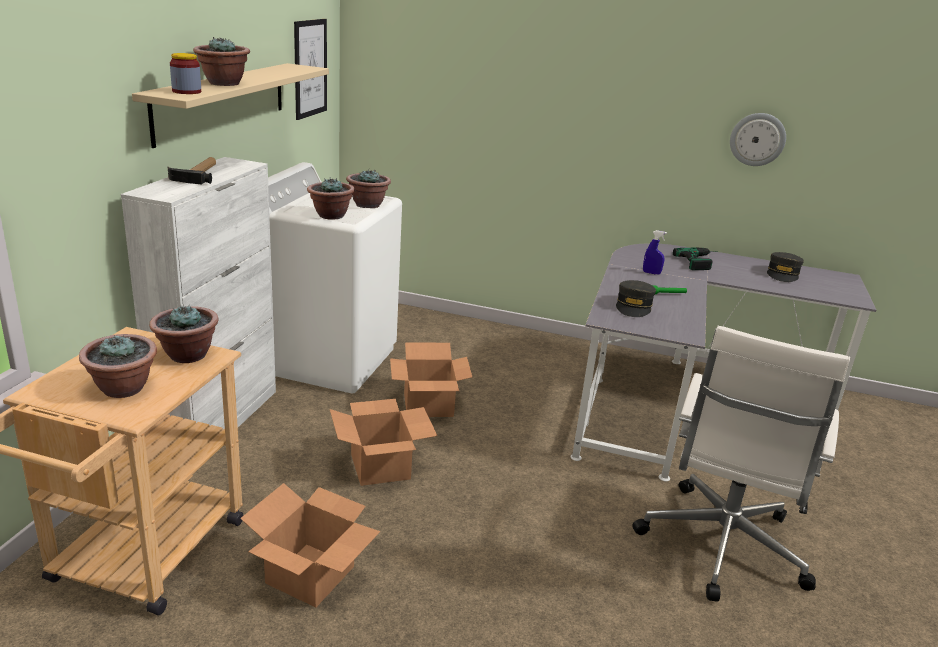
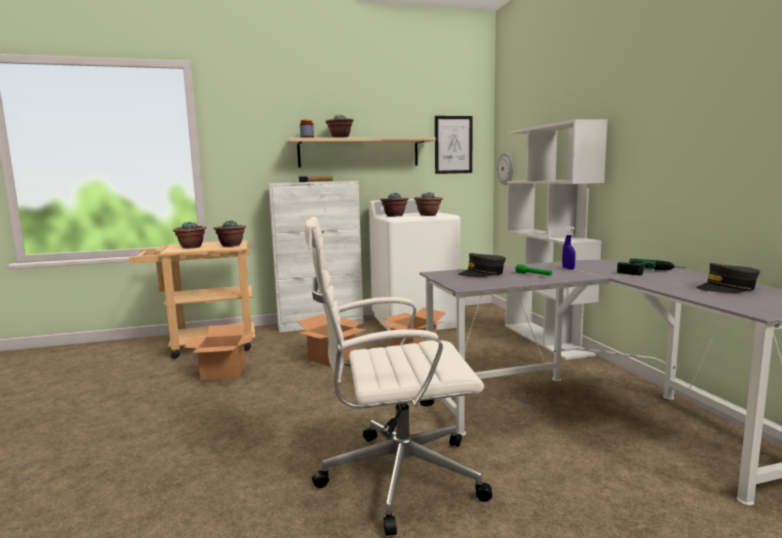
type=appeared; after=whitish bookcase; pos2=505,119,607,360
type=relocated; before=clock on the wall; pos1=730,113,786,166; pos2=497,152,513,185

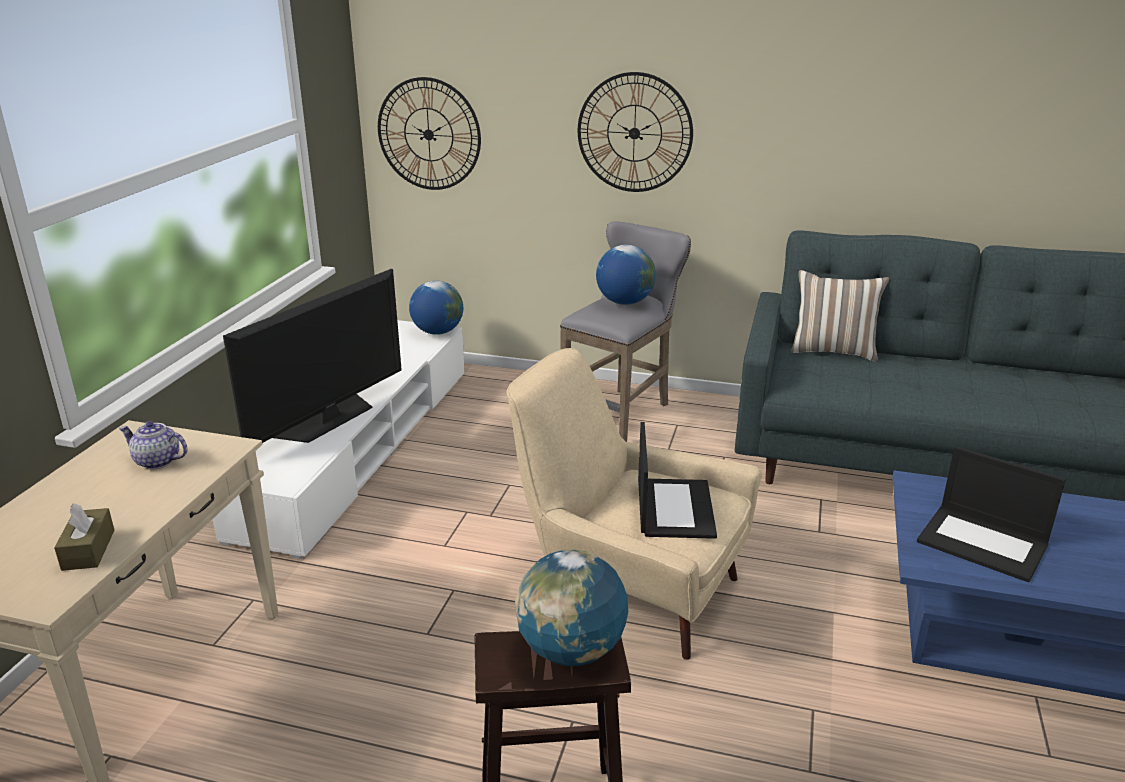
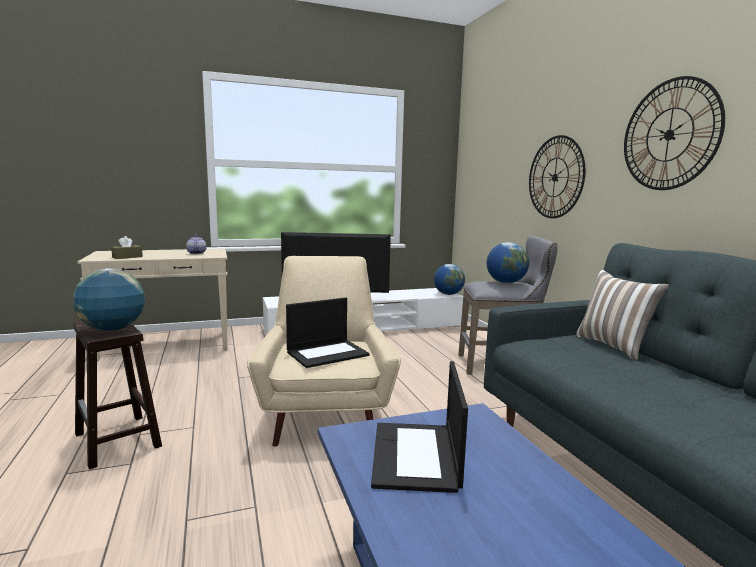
type=relocated; before=clock on the wall; pos1=378,77,481,190; pos2=624,76,725,190

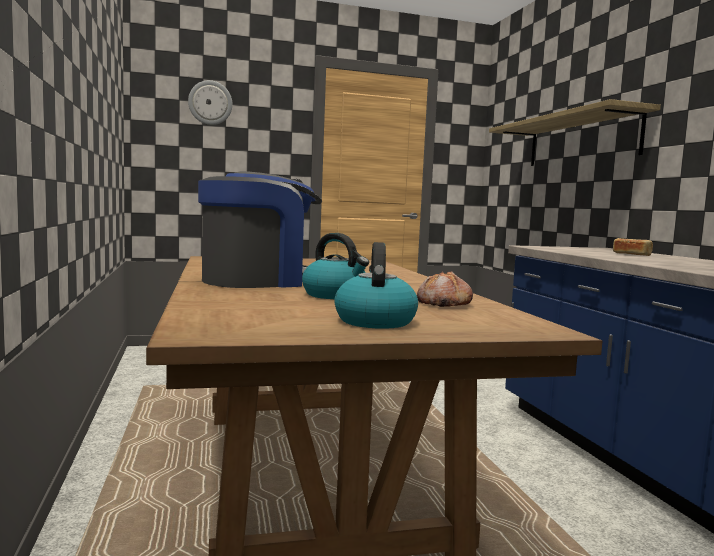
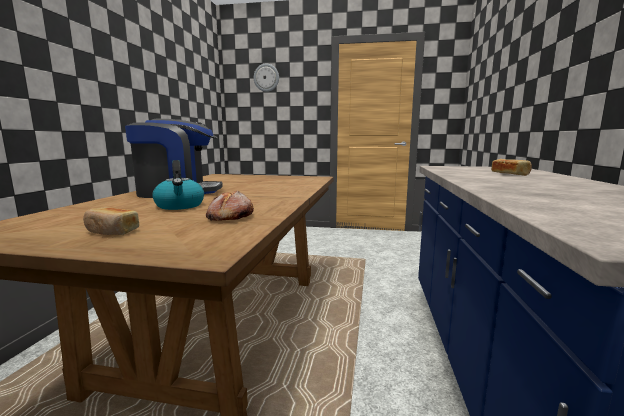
type=missing; before=bracket shelf; pos1=489,99,661,166
type=exchanged; before=water kettle; after=baked bread; pos1=334,242,418,329; pos2=83,207,139,235

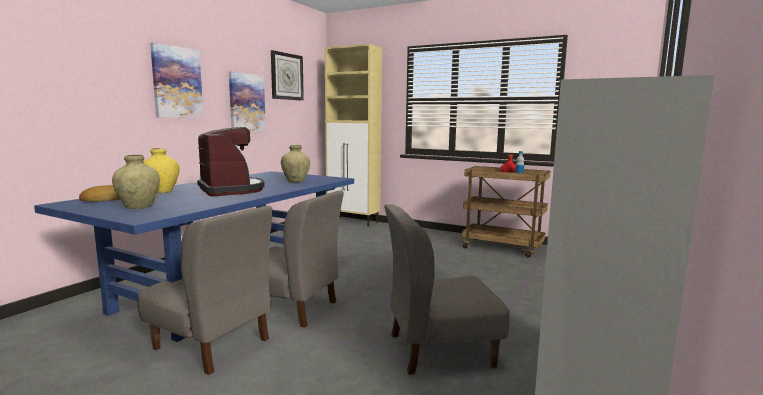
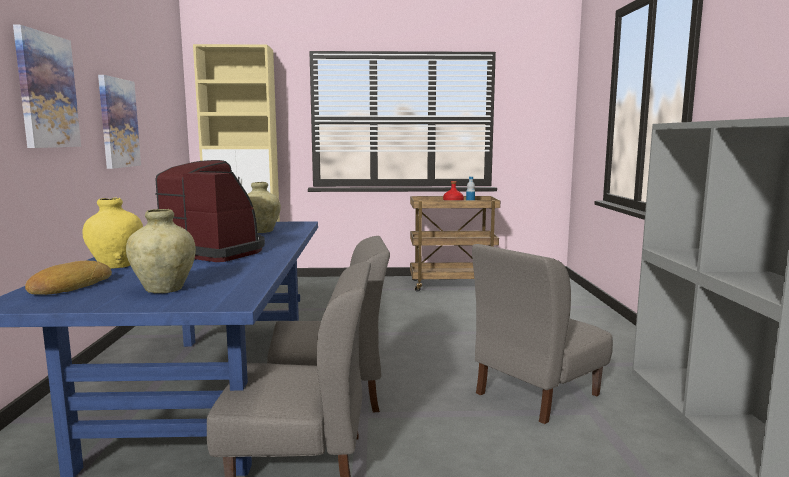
type=missing; before=clock on the wall; pos1=271,50,304,101

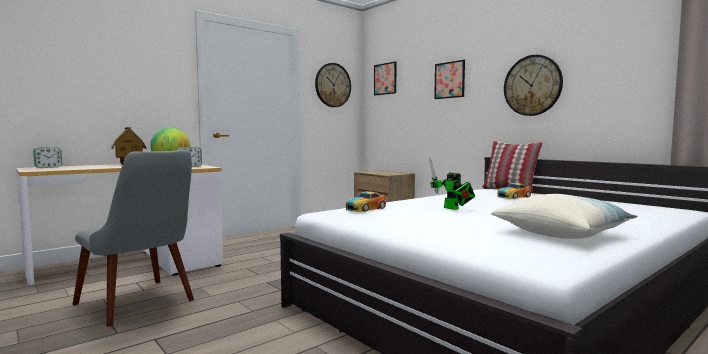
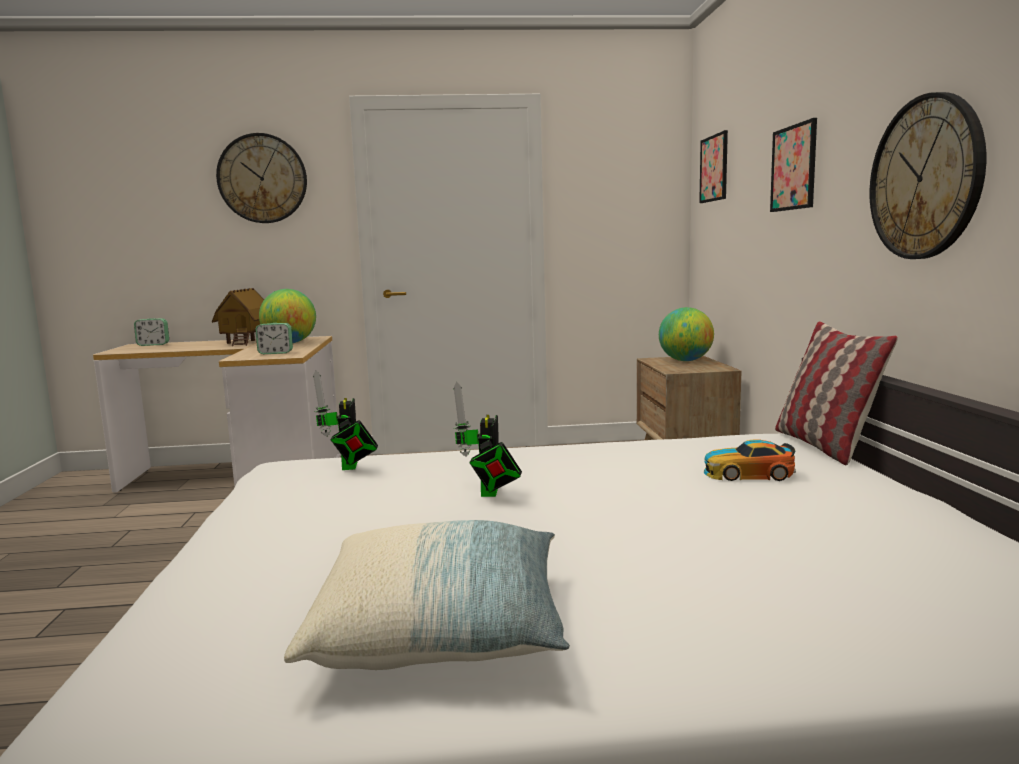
type=missing; before=grey upright chair; pos1=73,150,194,327
type=appeared; after=world globe; pos2=659,307,714,361
type=relocated; before=clock on the wall; pos1=315,63,351,107; pos2=216,133,307,223
type=exchanged; before=model car; after=toy robot; pos1=346,191,386,212; pos2=313,371,378,470

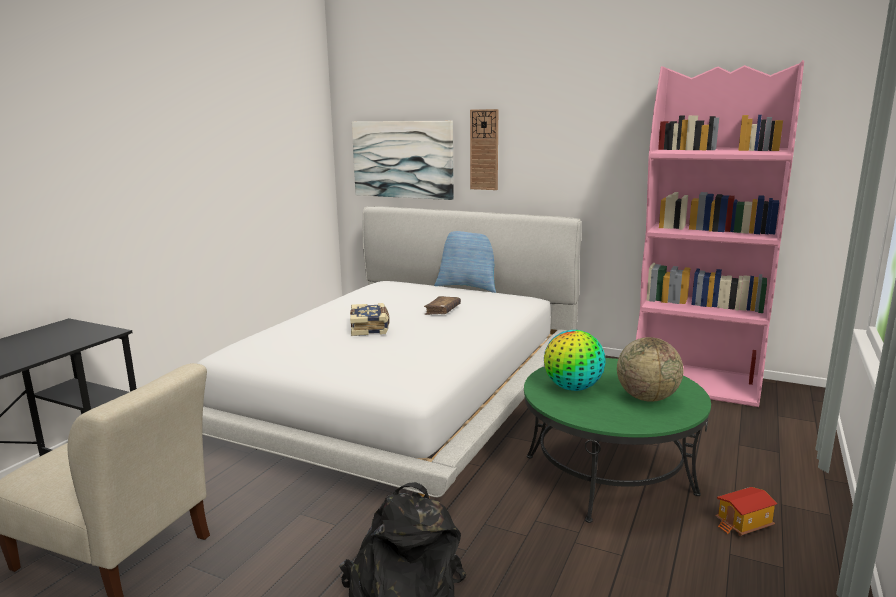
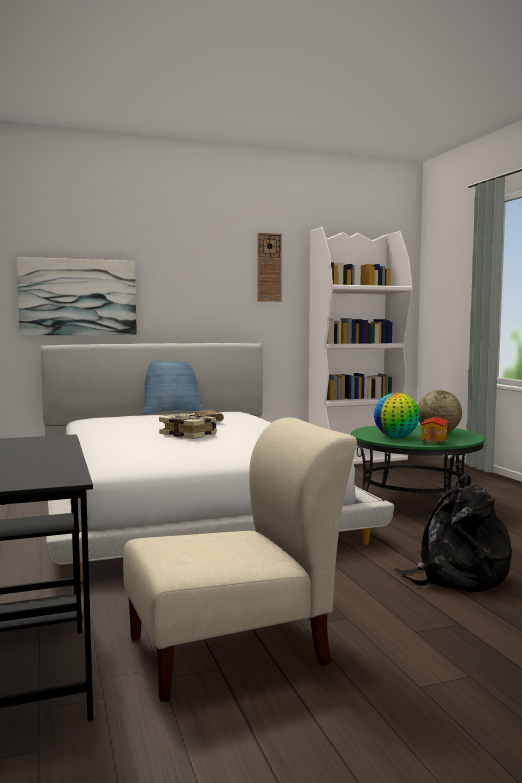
type=relocated; before=clock on the wall; pos1=470,109,498,190; pos2=257,233,282,302
type=relocated; before=toy house; pos1=716,487,778,536; pos2=420,417,448,445
type=colour; before=pink-coloured bookcase; after=whitish bookcase; pos1=636,60,804,407; pos2=309,227,413,464

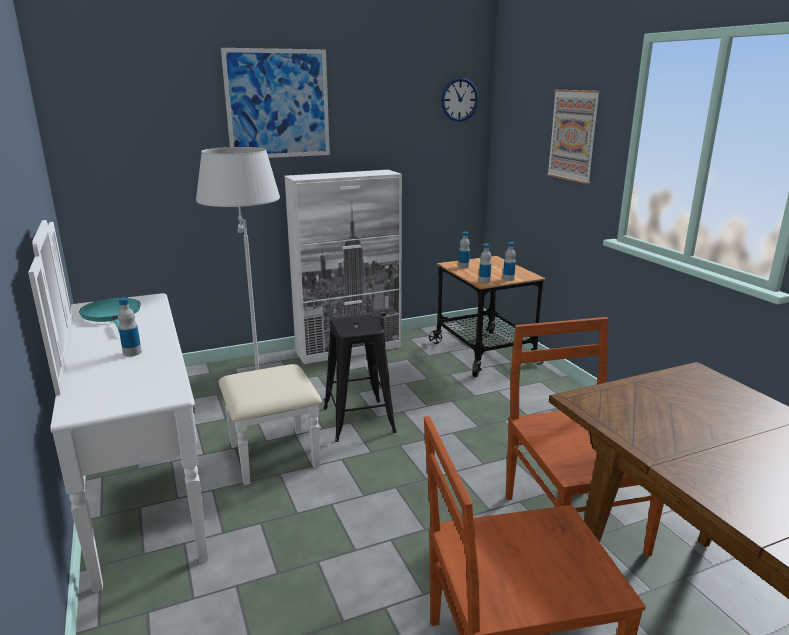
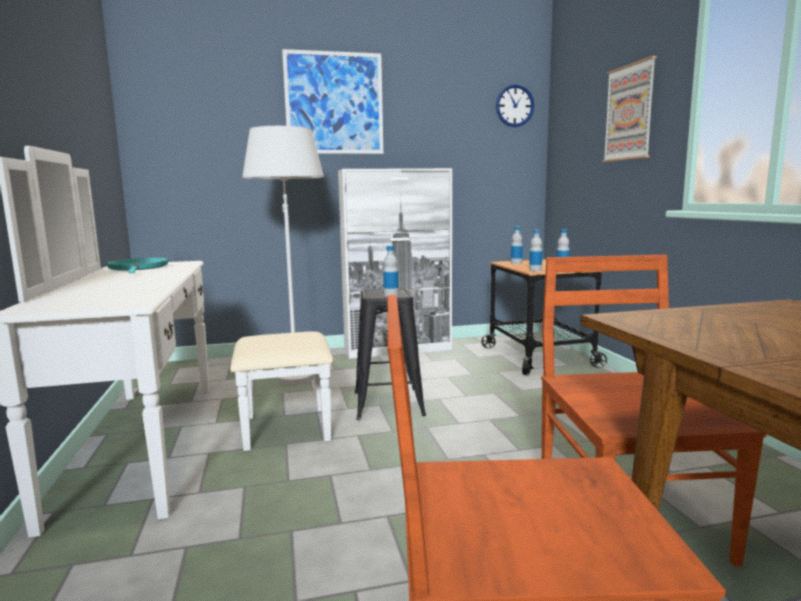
type=relocated; before=beverage bottle; pos1=118,297,142,356; pos2=383,246,399,296

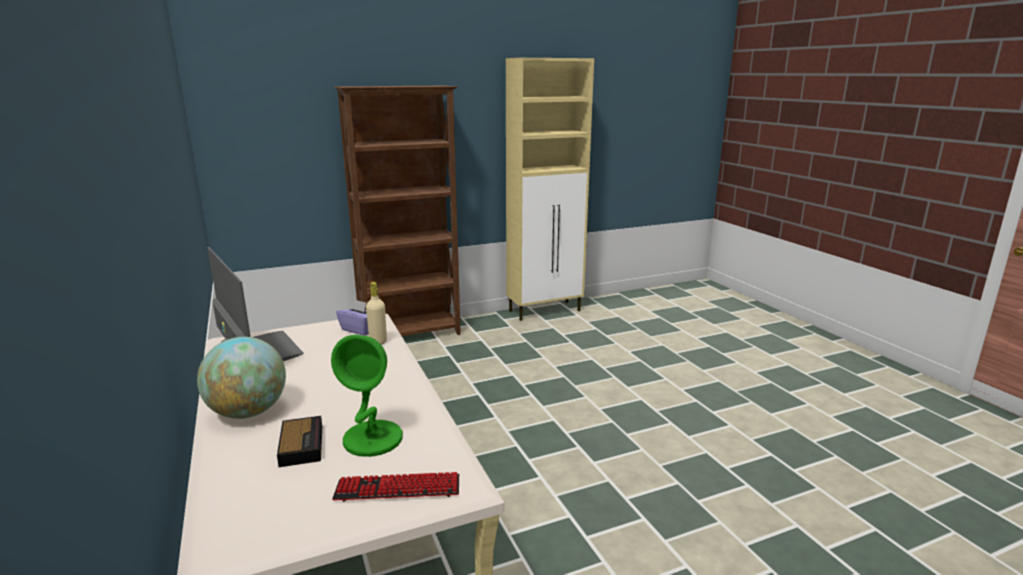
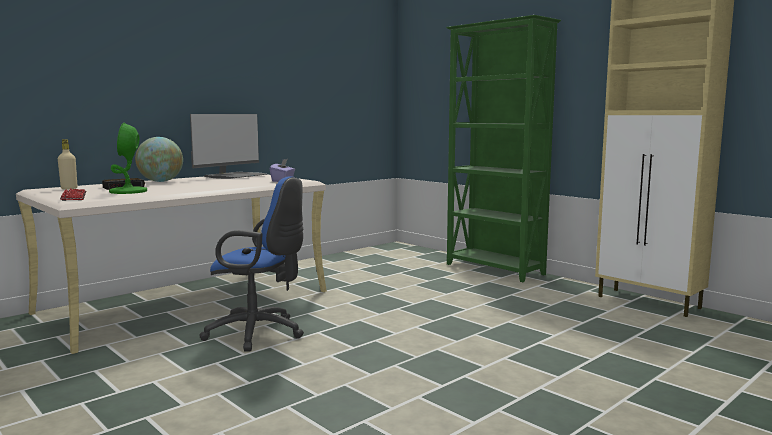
type=appeared; after=blue office chair; pos2=199,176,304,351
type=relocated; before=sand-coloured beverage bottle; pos1=366,282,387,345; pos2=58,139,77,190
type=colour; before=brown bookcase; after=greenish bookcase; pos1=333,86,461,336; pos2=446,15,561,282

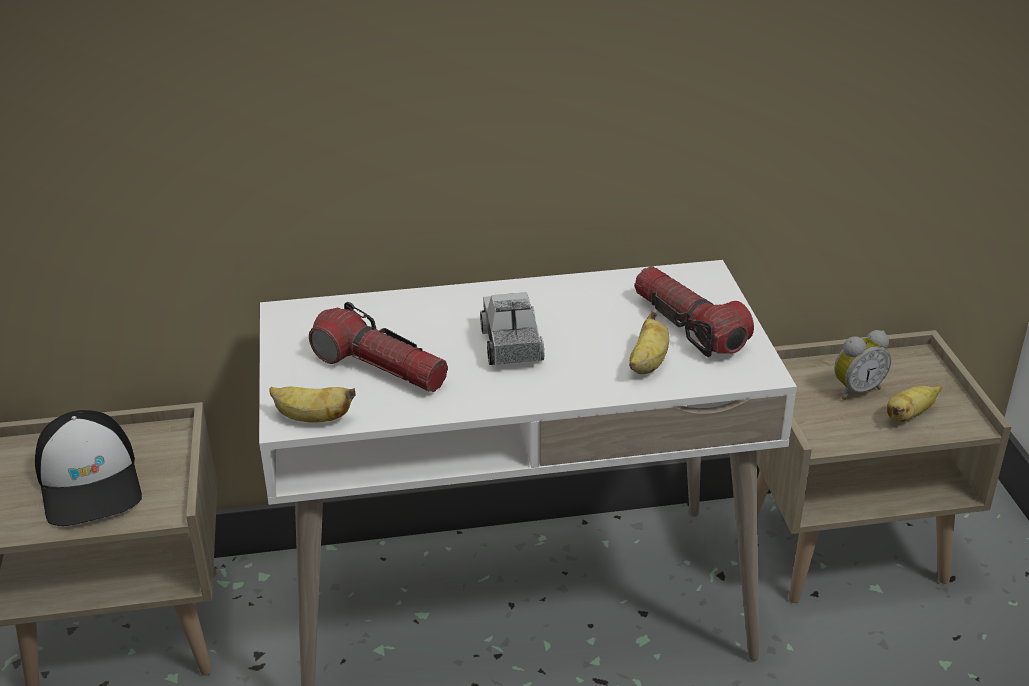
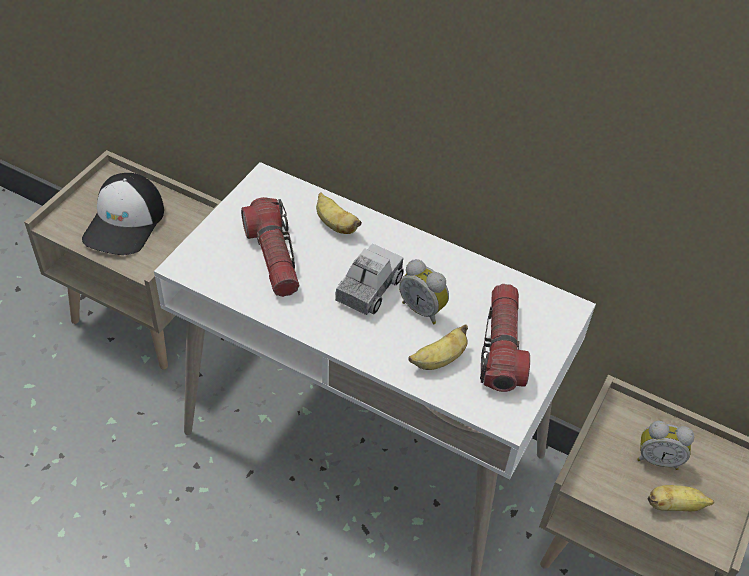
type=appeared; after=alarm clock; pos2=399,259,449,324
type=relocated; before=banana fruit; pos1=269,387,356,422; pos2=316,192,362,234

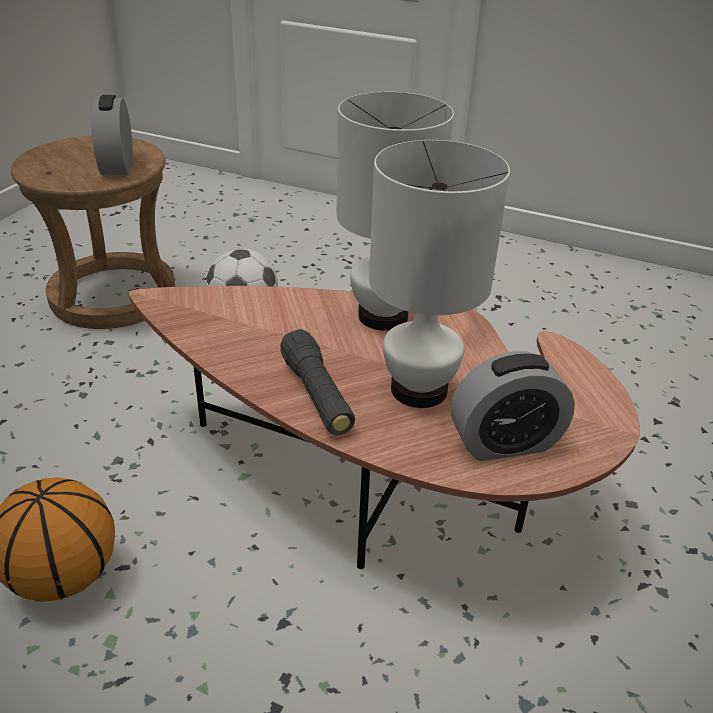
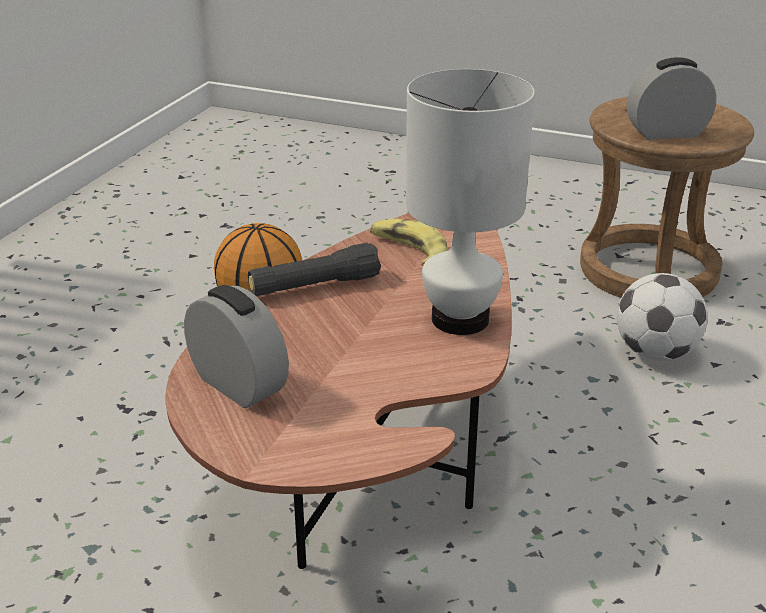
type=missing; before=whitish lamp for a table; pos1=369,140,510,408
type=appeared; after=banana fruit; pos2=370,219,448,266
type=spun; before=alarm clock; pos1=451,351,575,461; pos2=184,285,289,408; turn=150

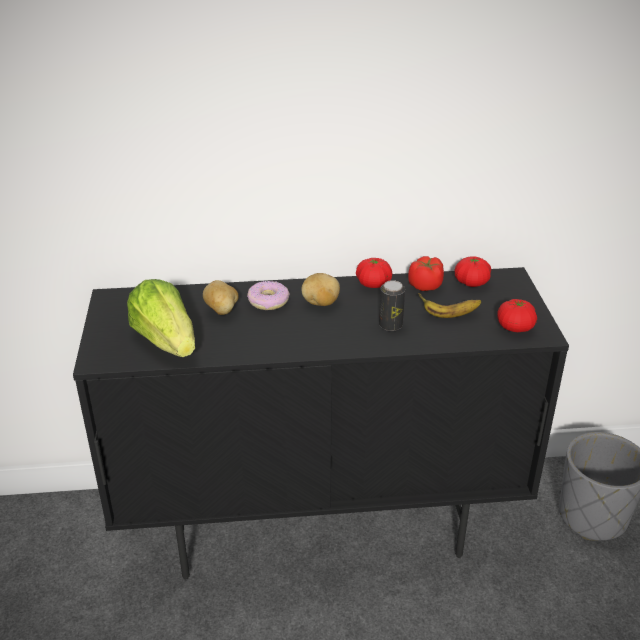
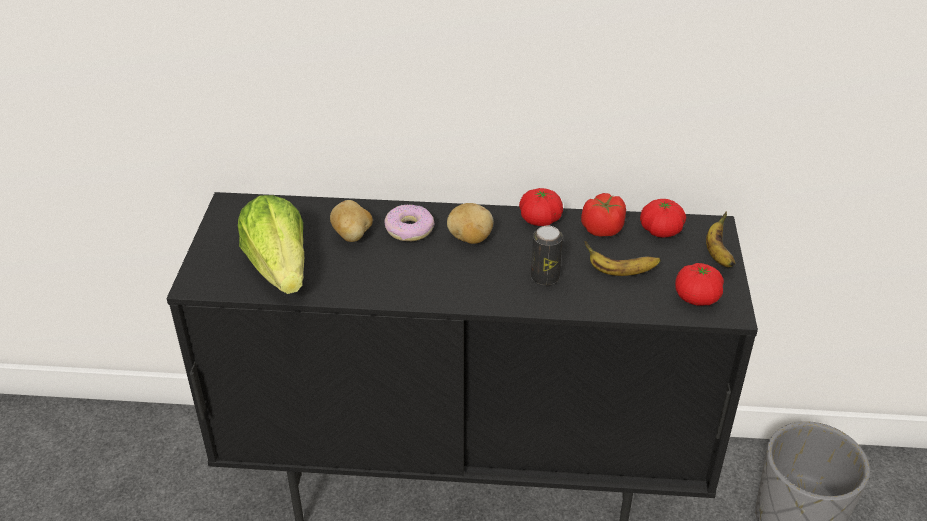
type=appeared; after=banana fruit; pos2=706,212,735,267

